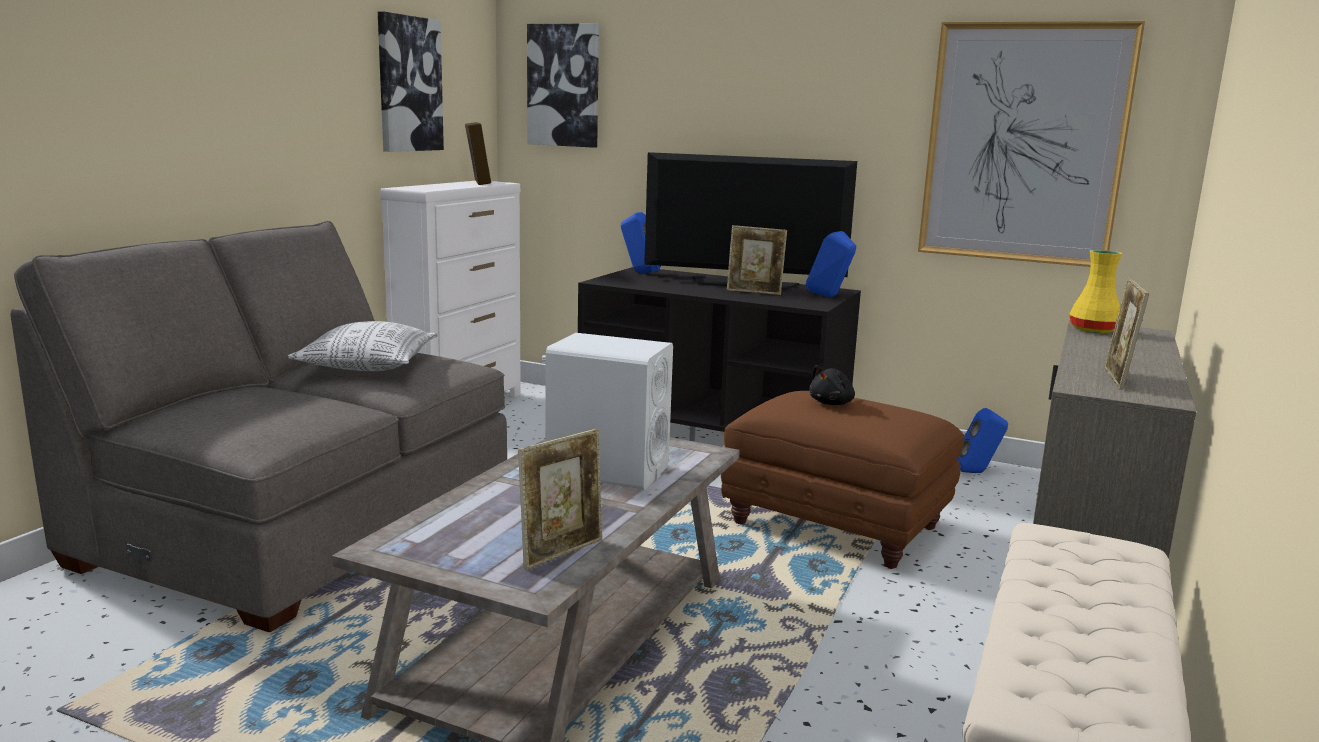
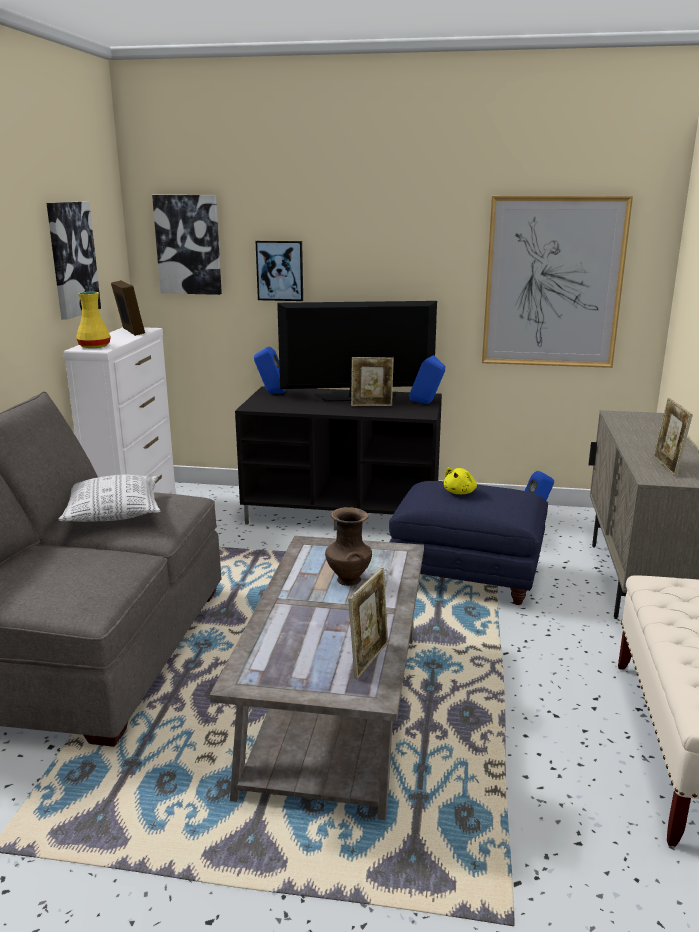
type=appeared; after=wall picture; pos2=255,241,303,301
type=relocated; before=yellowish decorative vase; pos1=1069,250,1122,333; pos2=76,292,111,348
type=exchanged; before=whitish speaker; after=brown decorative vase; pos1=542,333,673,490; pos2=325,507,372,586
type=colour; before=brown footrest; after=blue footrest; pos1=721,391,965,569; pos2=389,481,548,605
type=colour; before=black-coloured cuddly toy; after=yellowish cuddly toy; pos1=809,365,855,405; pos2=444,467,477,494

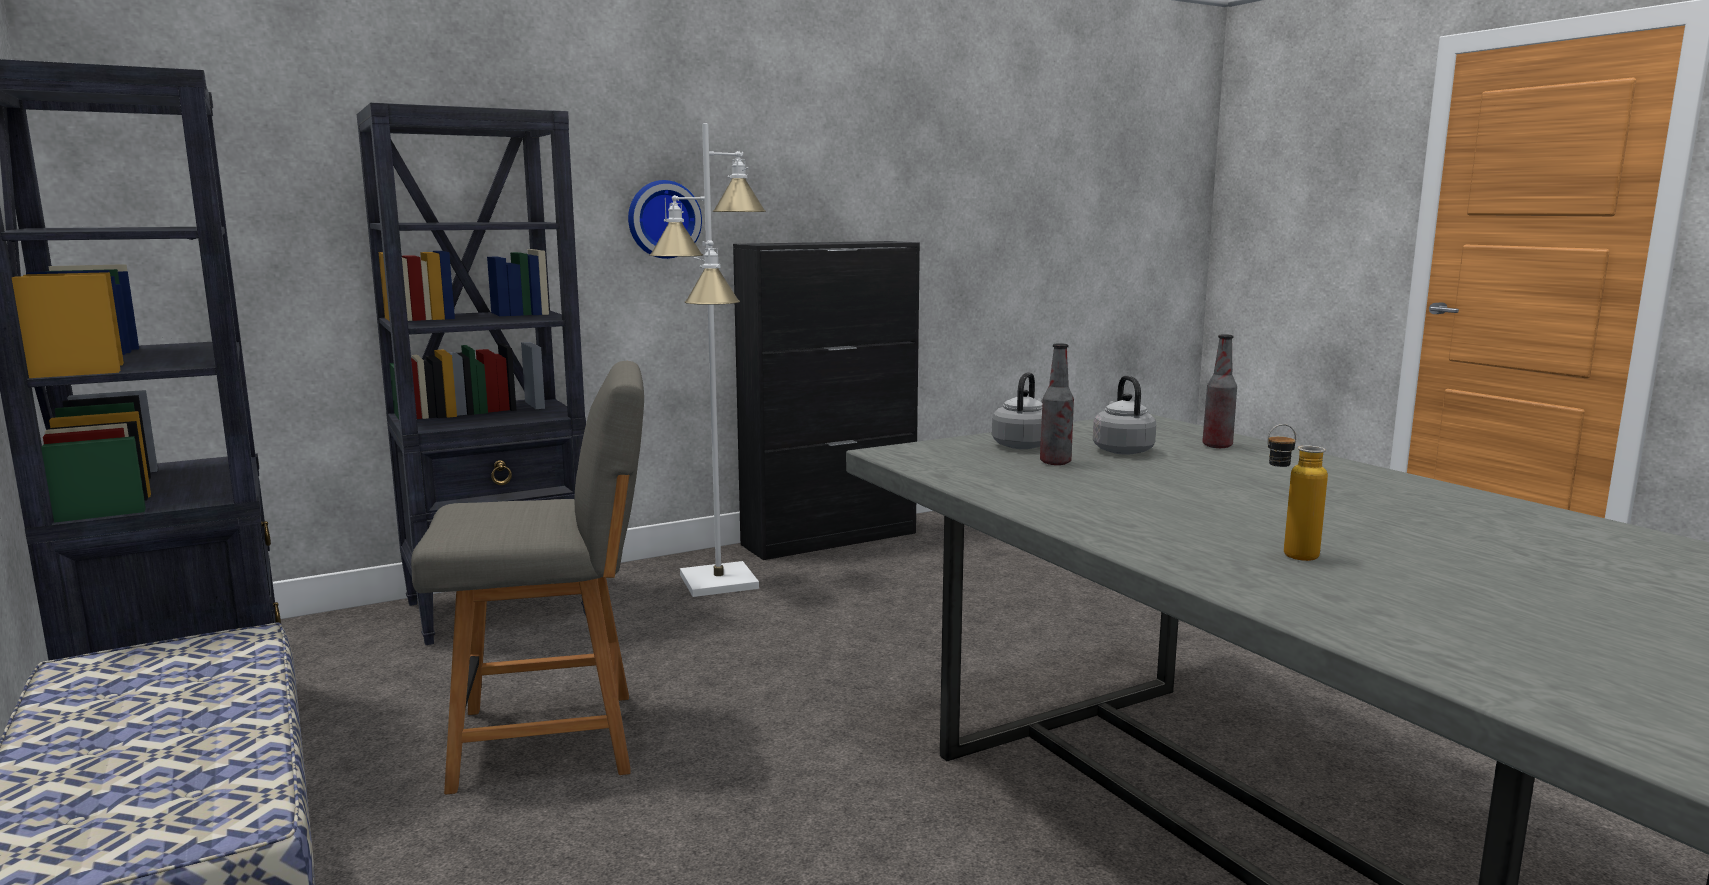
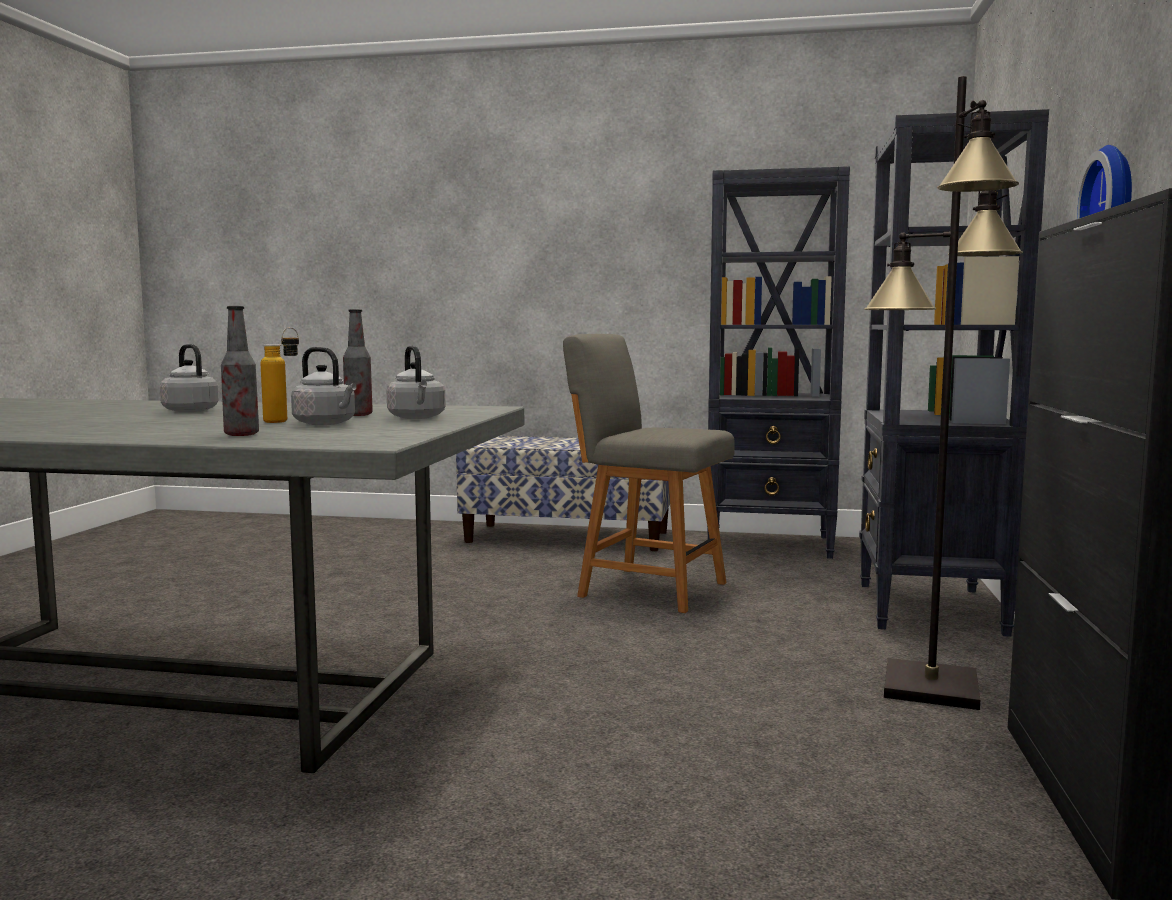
type=appeared; after=grey water kettle; pos2=160,344,218,412
type=relocated; before=beverage bottle; pos1=1267,424,1328,561; pos2=261,327,299,423
type=colour; before=whitish standing lamp; after=black-coloured standing lamp; pos1=650,123,766,597; pos2=864,76,1023,710
type=spun; before=grey upright chair; pos1=411,361,644,795; pos2=563,334,735,613; turn=90

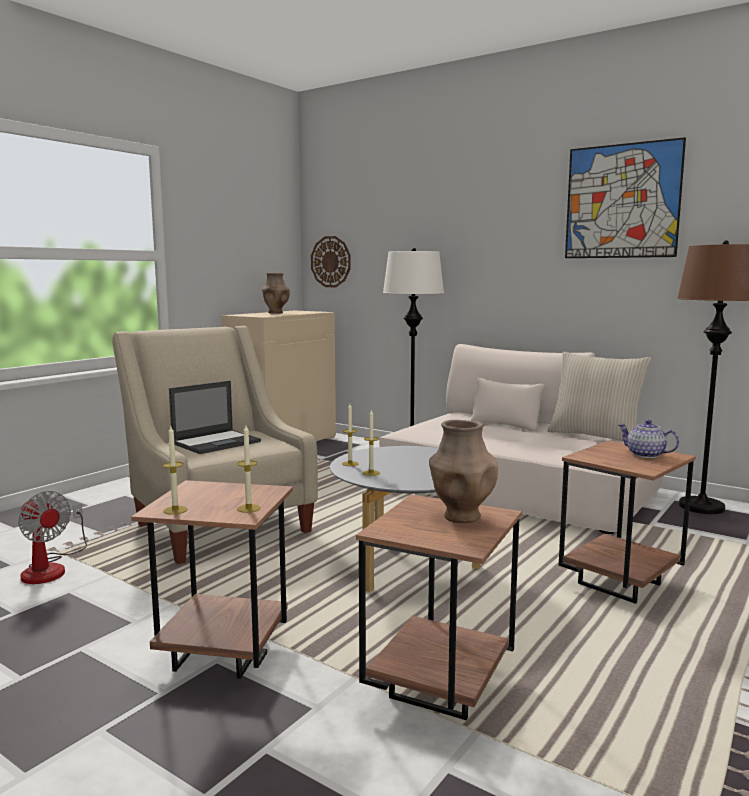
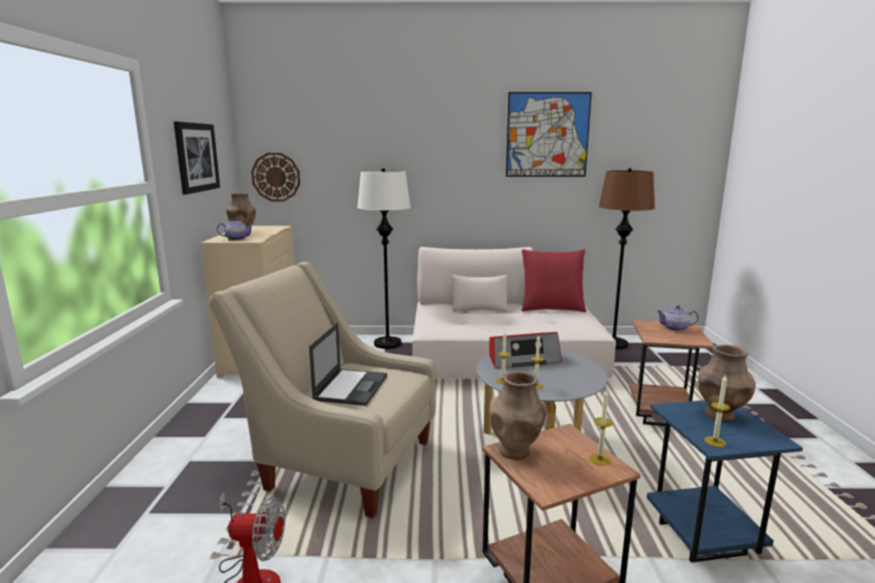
type=appeared; after=wall picture; pos2=174,121,220,195
type=appeared; after=pot for tea; pos2=217,218,254,241
type=appeared; after=radio; pos2=489,332,562,368
type=appeared; after=brown decorative vase; pos2=489,371,547,460
type=relocated; before=wax light; pos1=163,426,187,515; pos2=704,374,730,447
type=colour; before=brown side table; after=blue side table; pos1=356,494,522,720; pos2=647,400,803,563
type=colour; before=sand-coloured throw pillow; after=red throw pillow; pos1=547,352,651,441; pos2=522,249,586,312

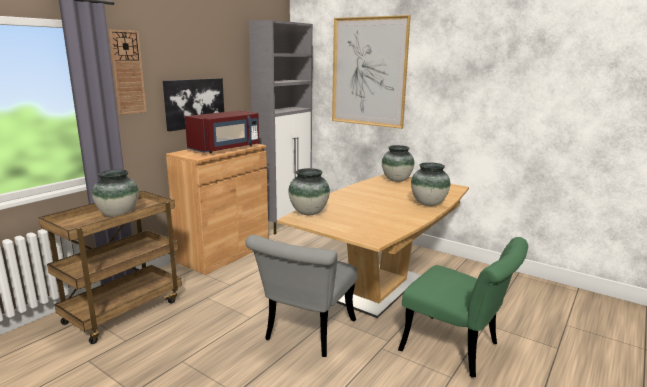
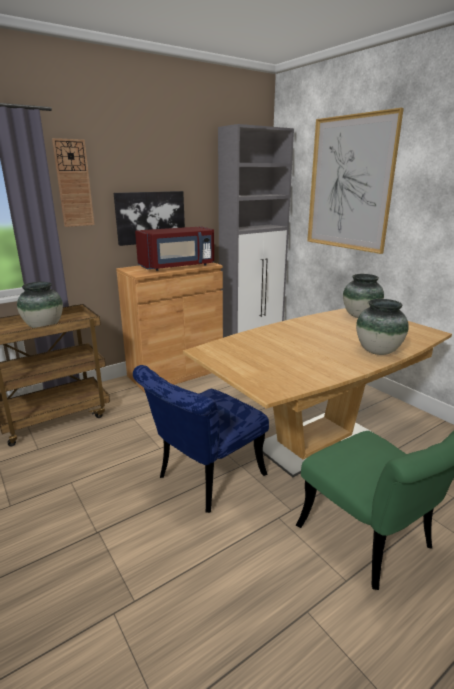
type=missing; before=decorative vase; pos1=288,168,330,215
type=colour; before=grey upright chair; after=blue upright chair; pos1=246,235,357,357; pos2=133,365,269,513

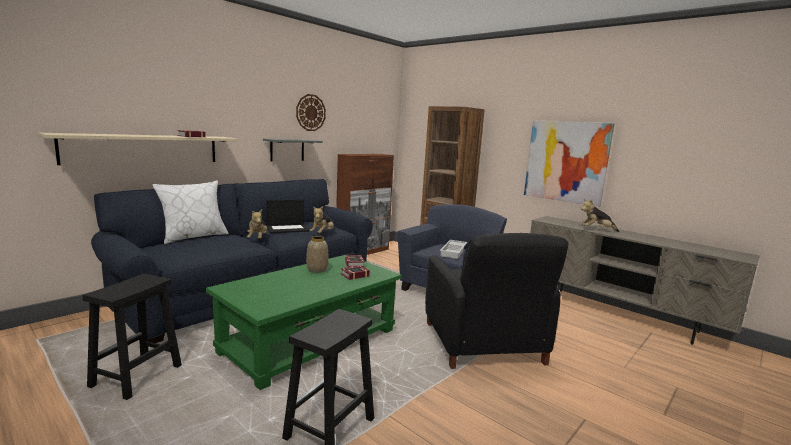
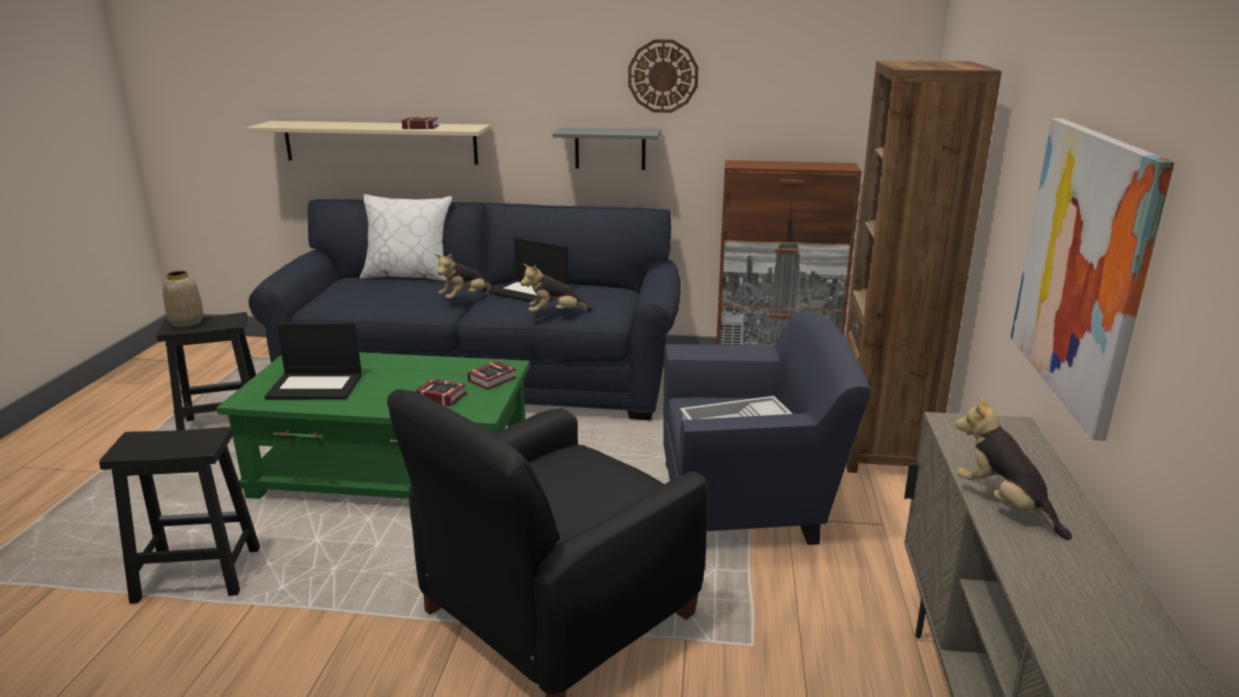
type=appeared; after=notebook computer; pos2=264,323,362,399
type=relocated; before=decorative vase; pos1=306,236,328,273; pos2=163,270,203,327

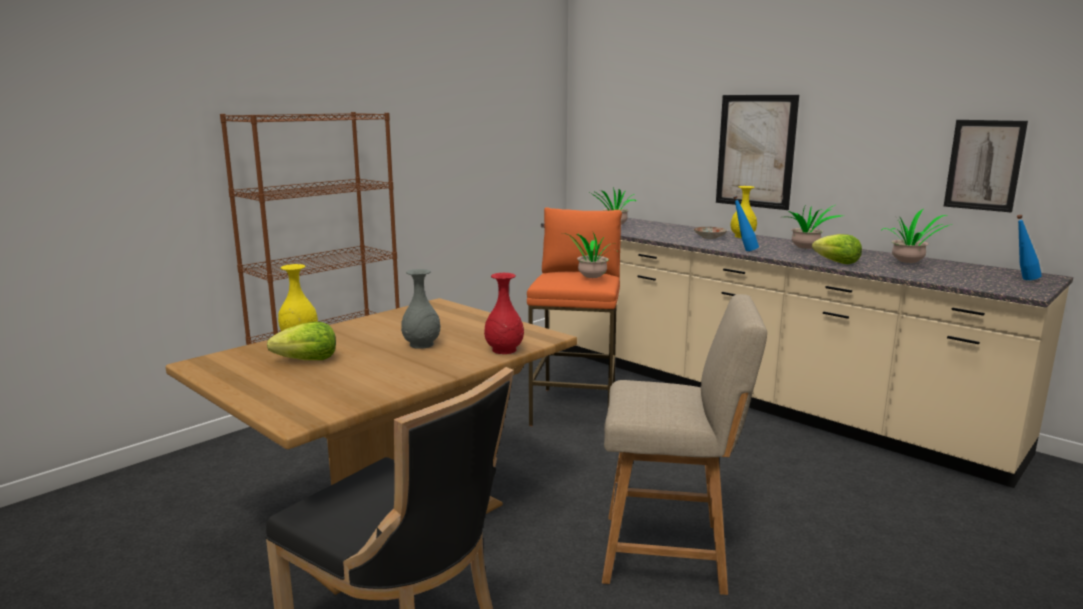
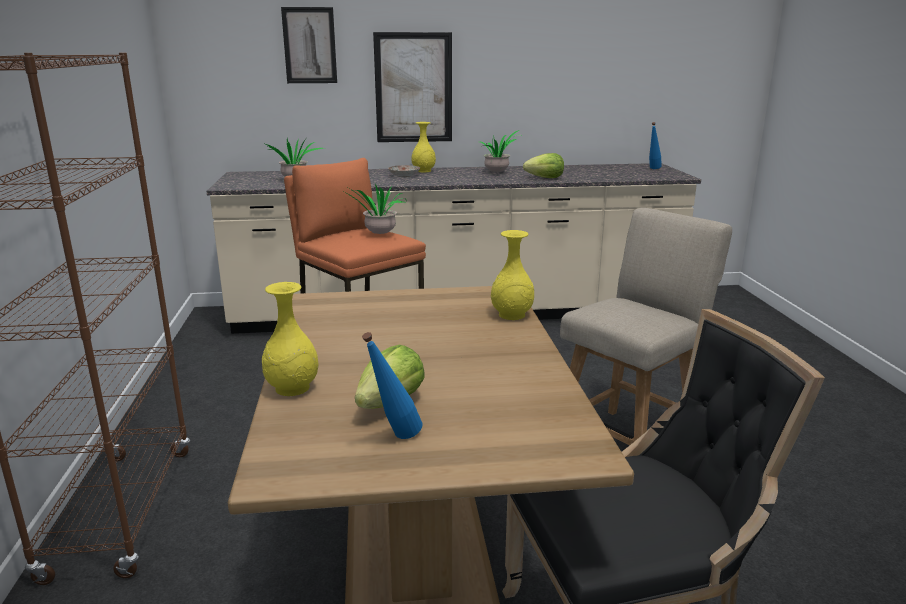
type=missing; before=grey decorative vase; pos1=401,269,440,349
type=missing; before=potted plant; pos1=881,209,952,264
type=relocated; before=blue beverage bottle; pos1=733,196,759,251; pos2=362,332,422,439
type=relocated; before=wall picture; pos1=944,120,1028,213; pos2=281,7,337,83
type=colour; before=red decorative vase; after=yellowish decorative vase; pos1=484,273,524,354; pos2=491,230,534,320

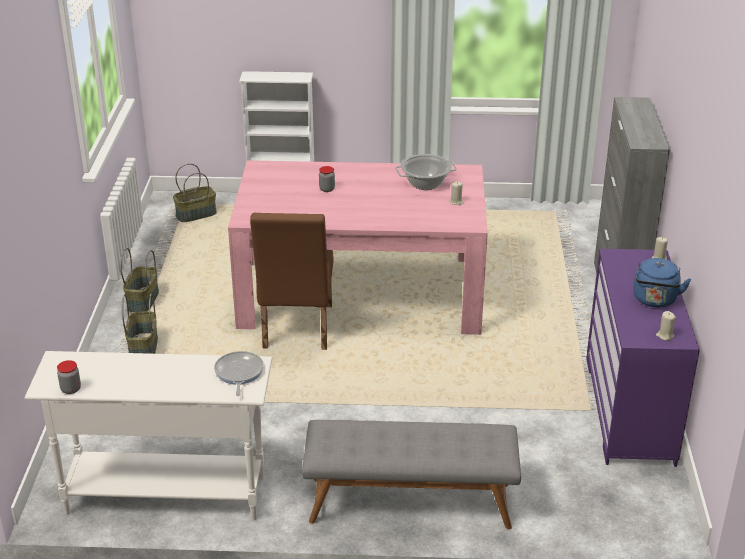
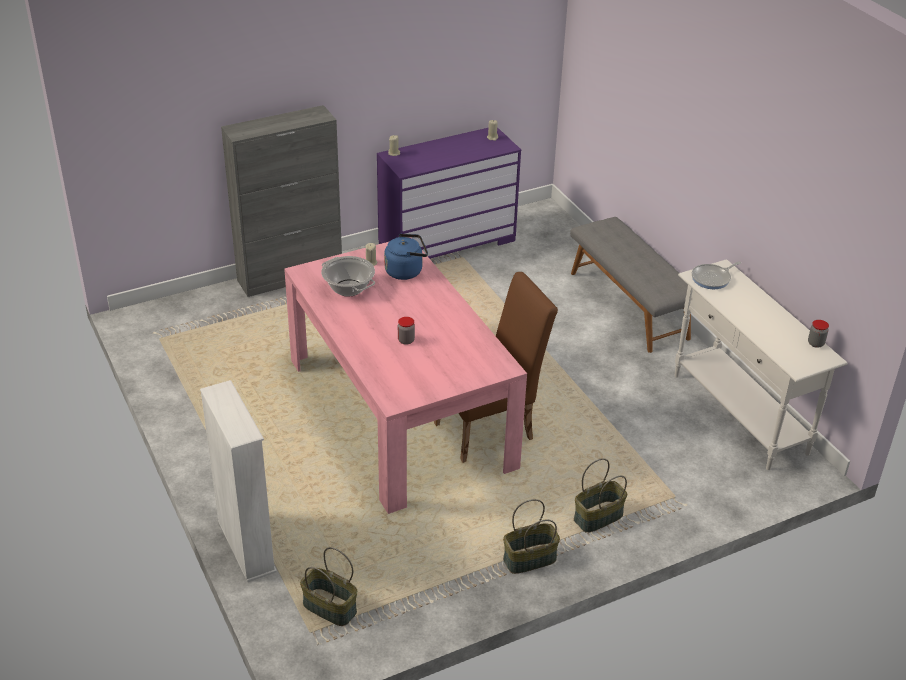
type=relocated; before=blue water kettle; pos1=633,258,691,307; pos2=384,234,428,280

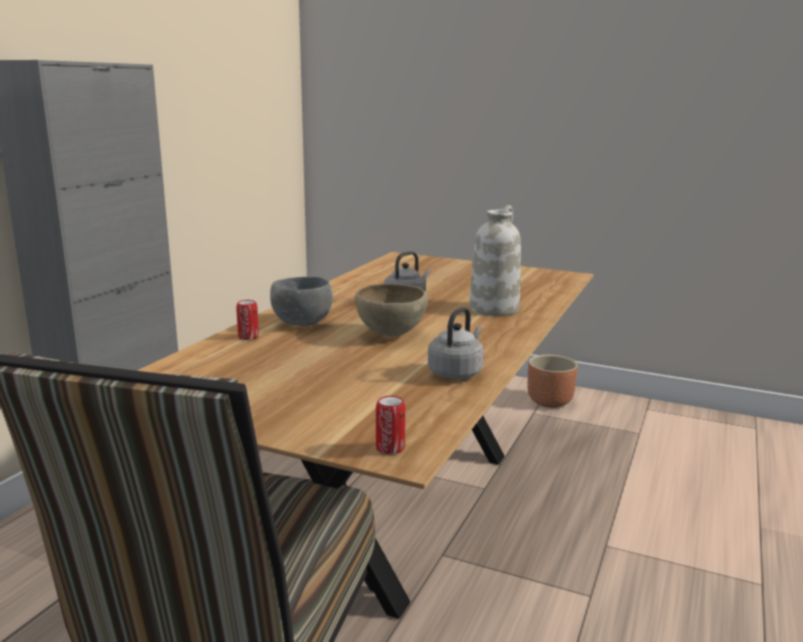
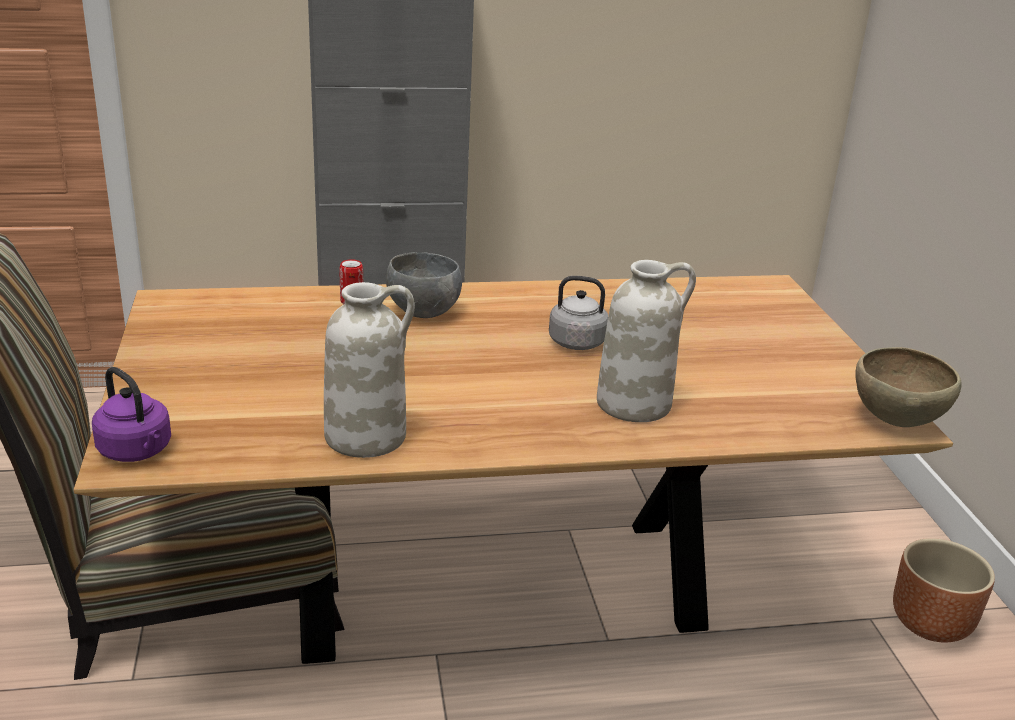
type=relocated; before=brown deep dish; pos1=355,284,428,336; pos2=855,347,962,427
type=exchanged; before=metal can; after=purplish water kettle; pos1=376,396,405,455; pos2=92,367,171,462
type=exchanged; before=grey water kettle; after=whitish decorative vase; pos1=428,307,484,379; pos2=324,282,415,458

